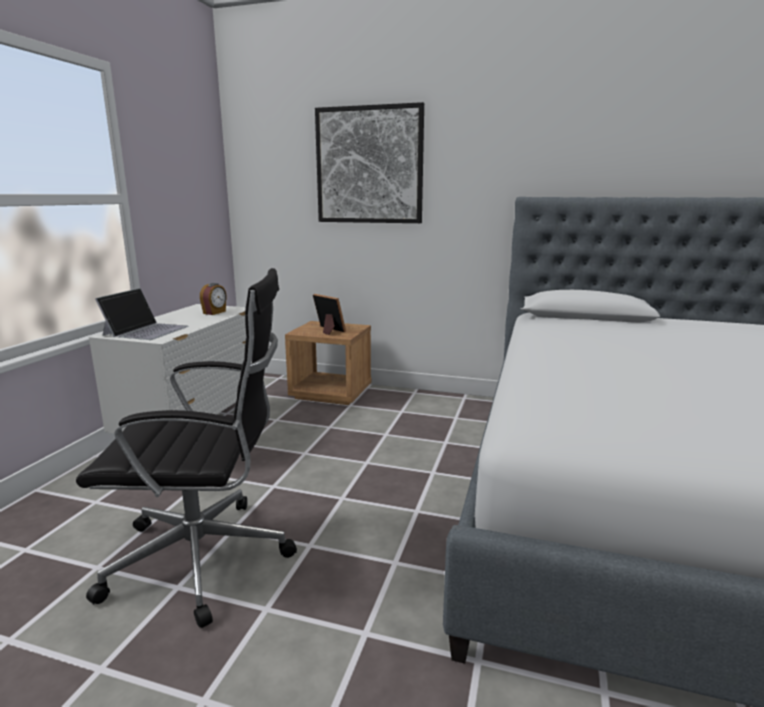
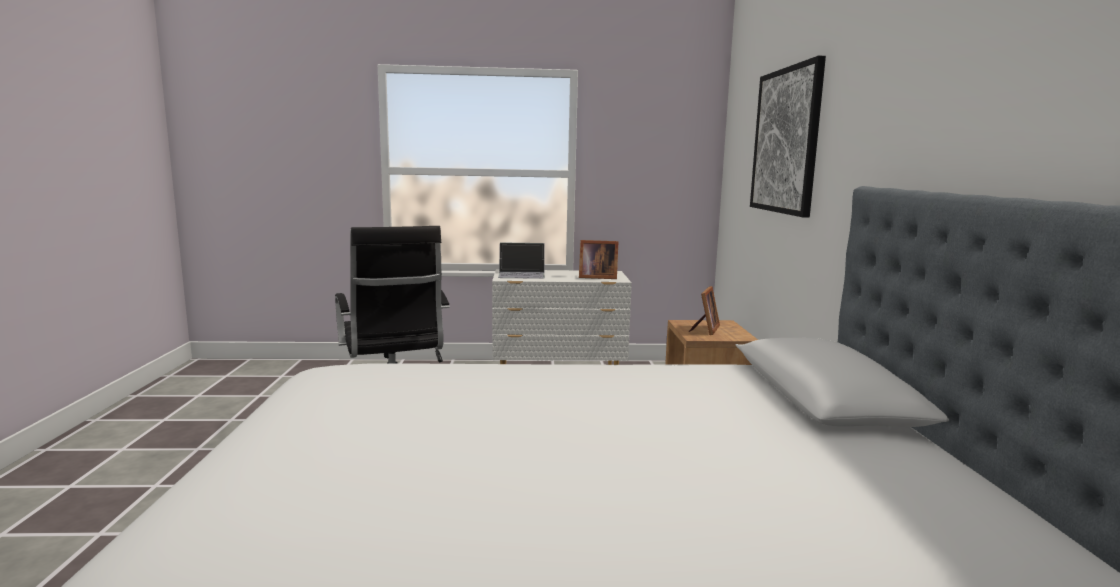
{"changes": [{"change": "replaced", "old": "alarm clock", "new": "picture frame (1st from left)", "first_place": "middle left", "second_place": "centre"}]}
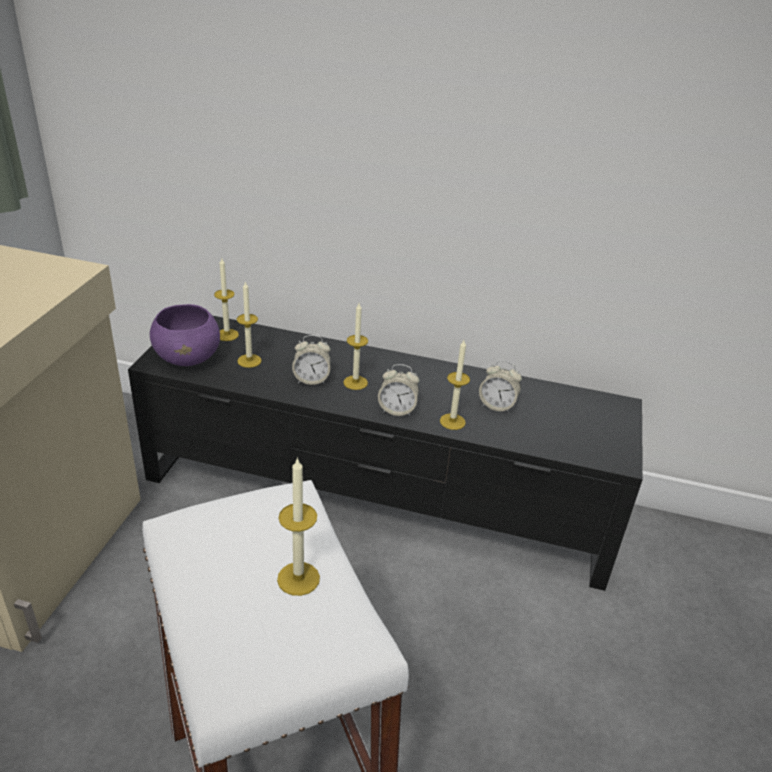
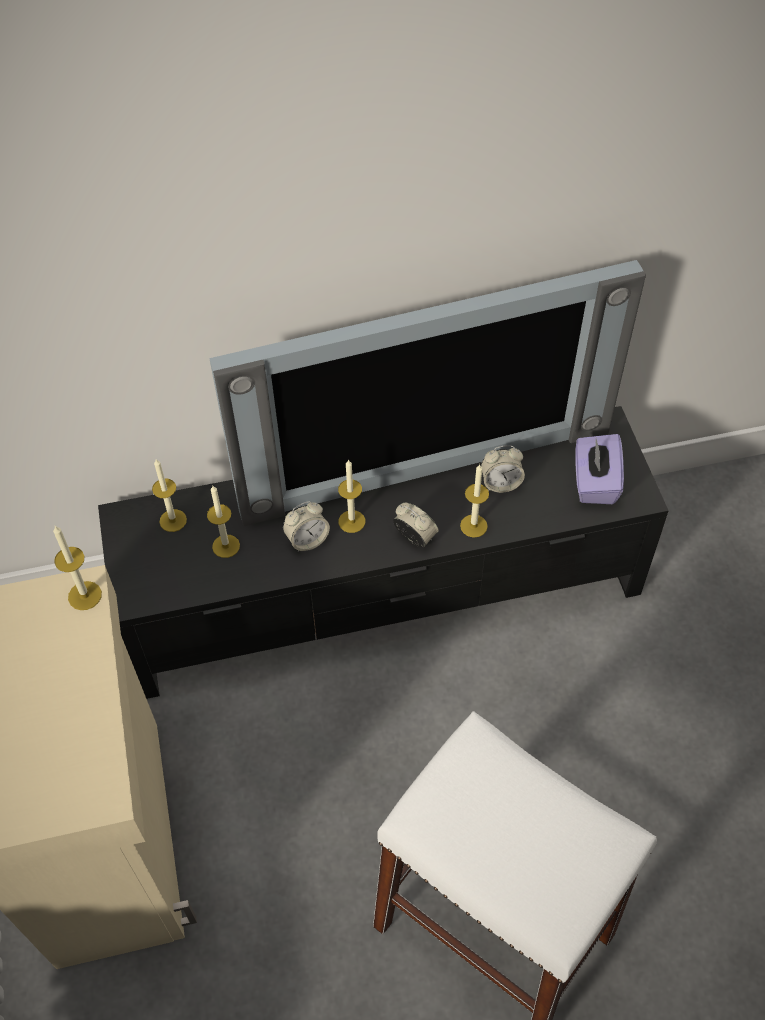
{"changes": [{"change": "removed", "old": "bowl (purple)", "first_place": "middle left"}, {"change": "added", "new": "television", "second_place": "centre"}, {"change": "added", "new": "tissue box (purple)", "second_place": "middle right"}, {"change": "moved", "old": "candle (3rd from left in the first image)", "new": "candle (1st from left)", "first_place": "bottom centre", "second_place": "middle left"}, {"change": "turned", "old": "alarm clock (2nd from left)", "first_place": "centre", "second_place": "centre", "degrees": -120}]}
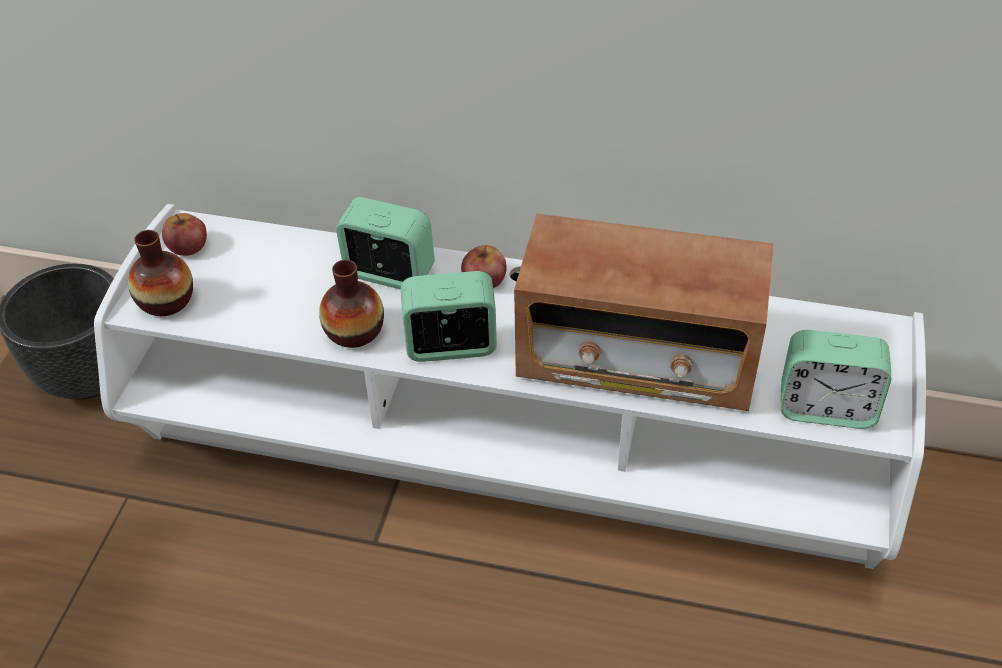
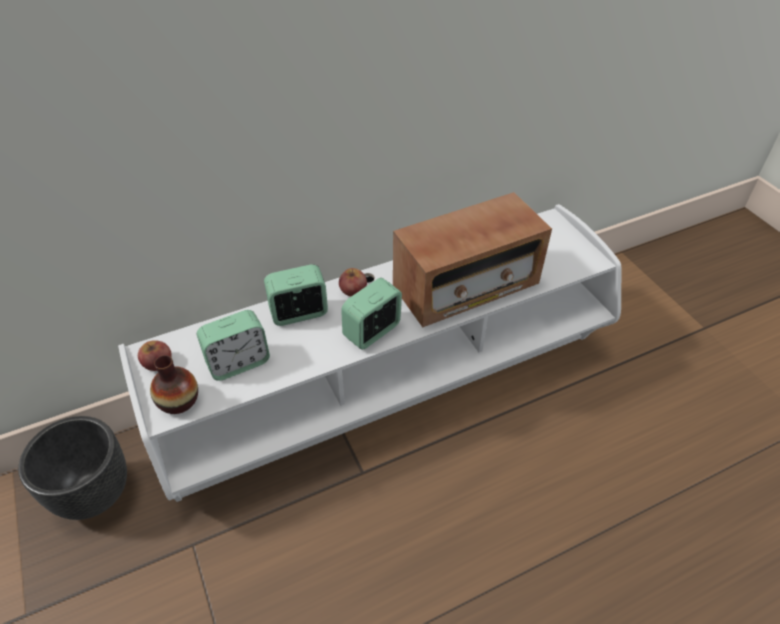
{"changes": [{"change": "removed", "old": "vase (2nd from left)", "first_place": "centre"}, {"change": "moved", "old": "alarm clock (3rd from left in the first image)", "new": "alarm clock (1st from left)", "first_place": "middle right", "second_place": "middle left"}]}
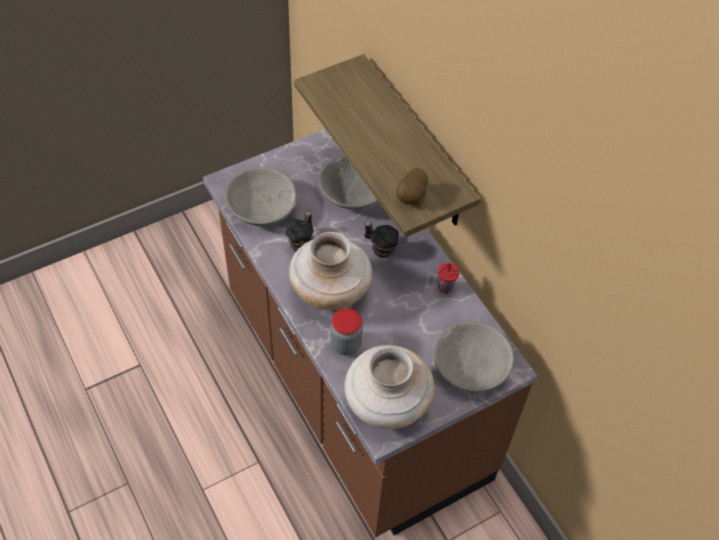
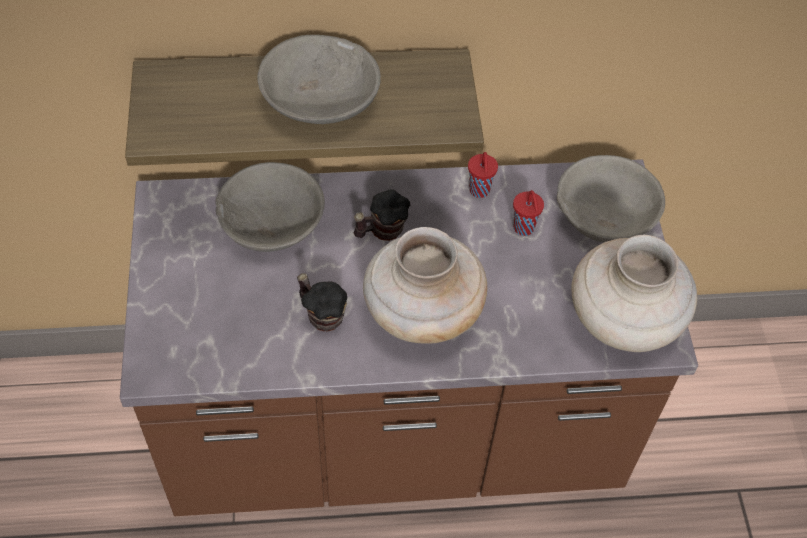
{"changes": [{"change": "removed", "old": "jar", "first_place": "centre"}, {"change": "removed", "old": "potato", "first_place": "centre"}, {"change": "added", "new": "cup (red) (2nd from left)", "second_place": "centre"}, {"change": "moved", "old": "bowl (grey) (1st from left in the first image)", "new": "bowl (grey) (2nd from left)", "first_place": "centre", "second_place": "top centre"}]}
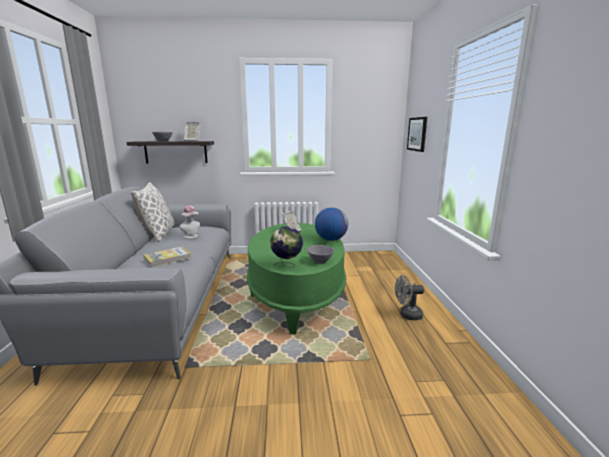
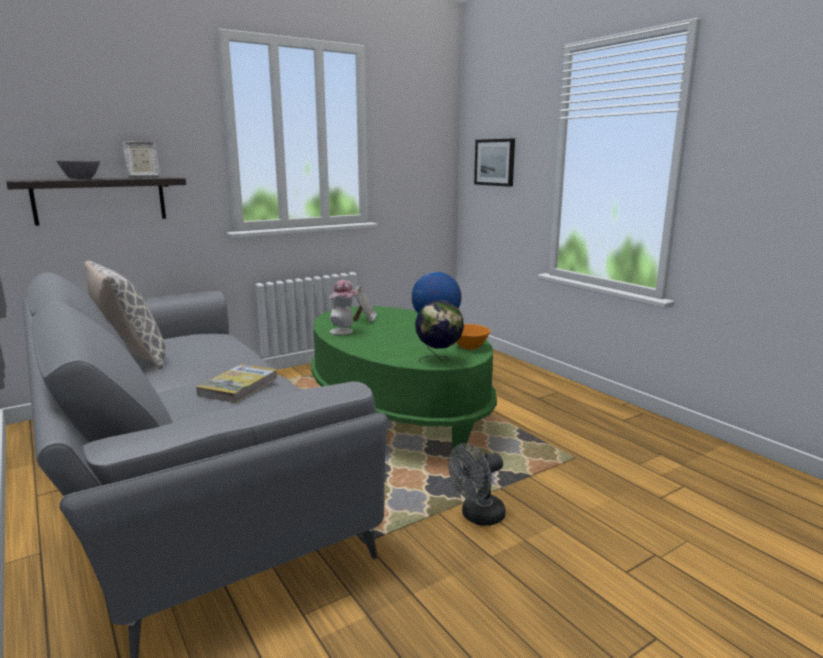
{"changes": [{"change": "moved", "old": "hat", "first_place": "middle left", "second_place": "centre"}, {"change": "moved", "old": "fan (grey)", "first_place": "middle right", "second_place": "bottom centre"}, {"change": "recoloured", "old": "bowl (grey) (2nd from left)", "new": "bowl (orange)", "first_place": "centre", "second_place": "centre"}]}
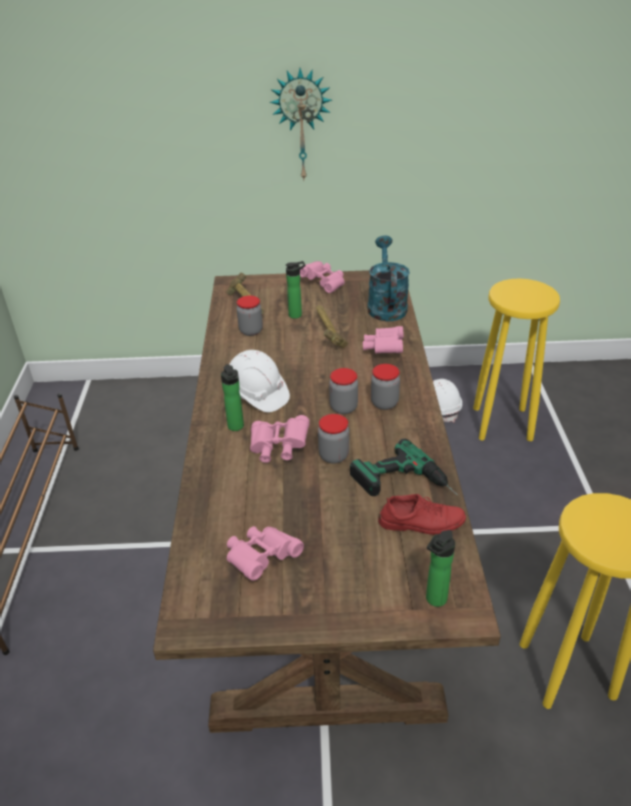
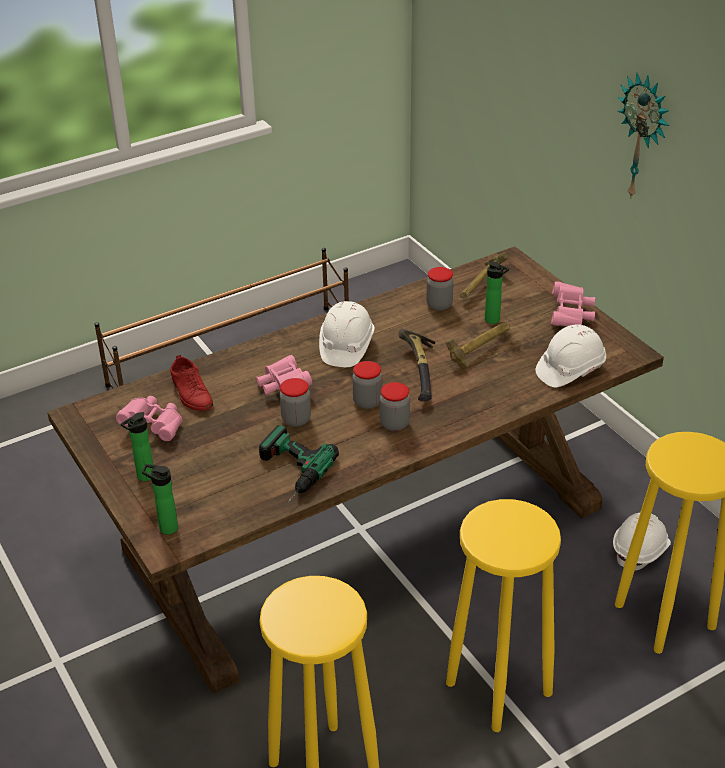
{"changes": [{"change": "removed", "old": "binoculars (pink) (4th from left)", "first_place": "centre"}, {"change": "added", "new": "hammer (1st from left)", "second_place": "centre"}, {"change": "added", "new": "stool (yellow) (2nd from left)", "second_place": "bottom right"}, {"change": "moved", "old": "bottle (1st from left)", "first_place": "centre", "second_place": "middle left"}, {"change": "moved", "old": "shoe (red)", "first_place": "middle right", "second_place": "middle left"}, {"change": "replaced", "old": "watering can (turquoise)", "new": "hard hat (white) (2nd from left)", "first_place": "centre", "second_place": "middle right"}]}
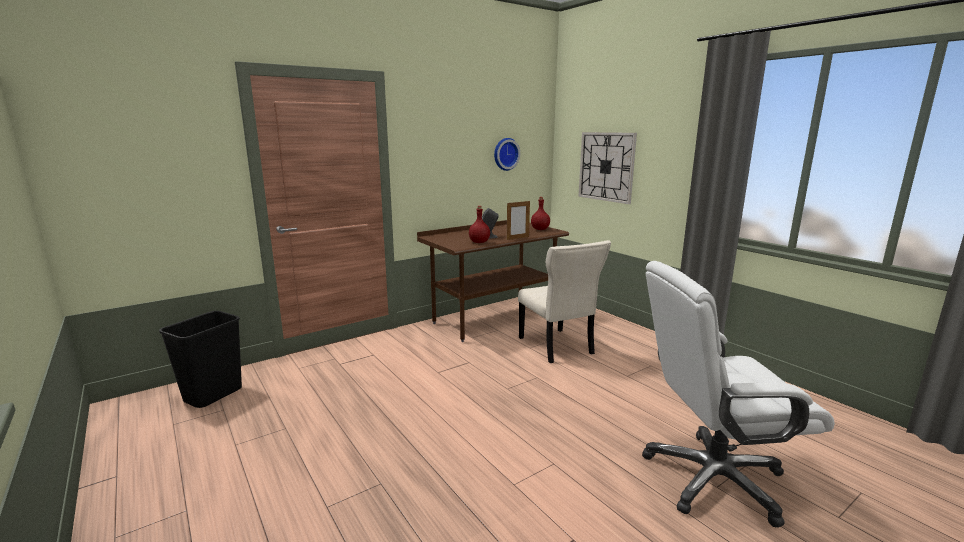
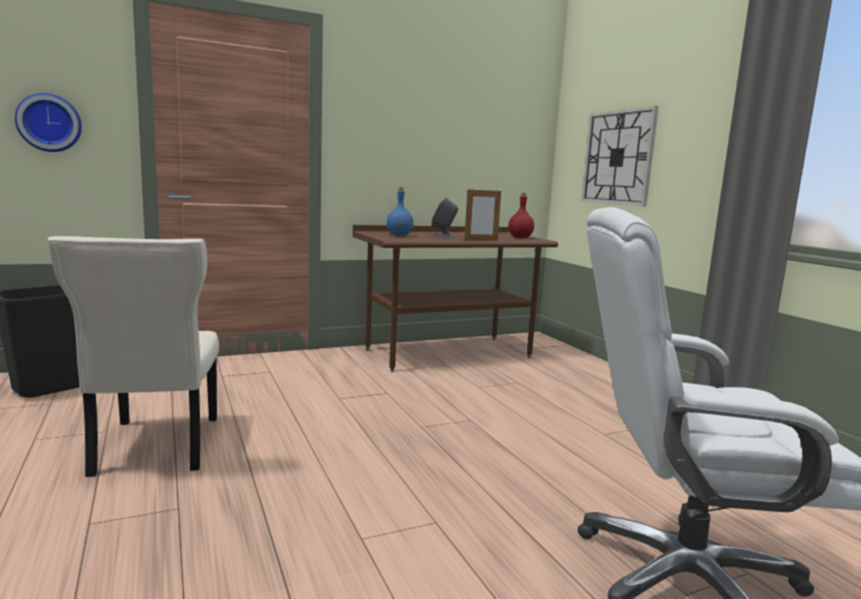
{"changes": [{"change": "removed", "old": "bottle (red) (1st from left)", "first_place": "centre"}, {"change": "added", "new": "bottle (blue)", "second_place": "centre"}, {"change": "moved", "old": "wall clock (1st from left)", "first_place": "top centre", "second_place": "top left"}, {"change": "moved", "old": "chair (beige)", "first_place": "centre", "second_place": "middle left"}]}
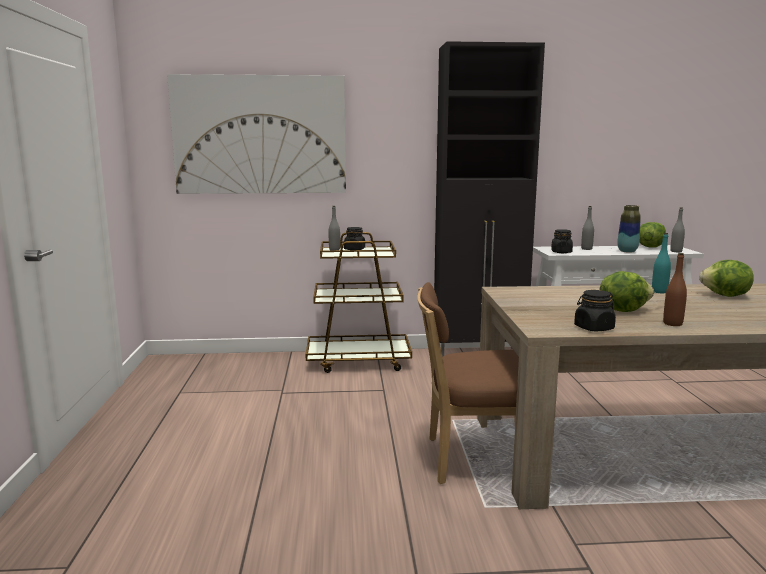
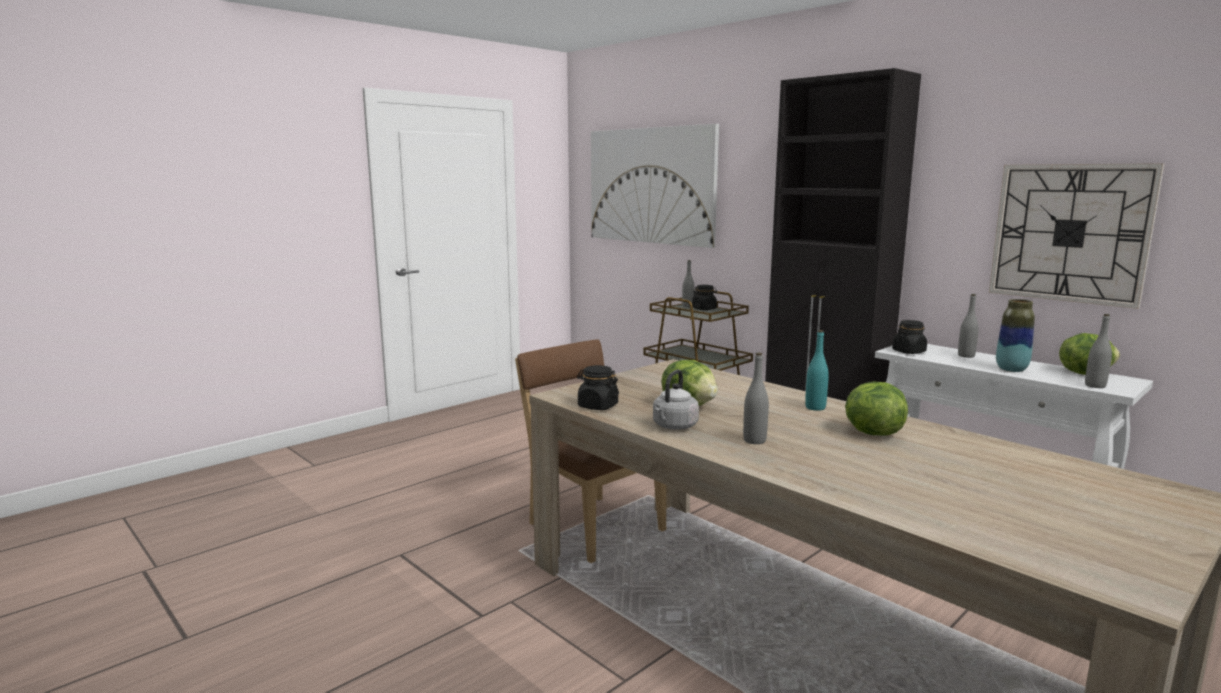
{"changes": [{"change": "added", "new": "bottle (grey) (2nd from left)", "second_place": "centre"}, {"change": "added", "new": "wall clock", "second_place": "middle right"}, {"change": "replaced", "old": "bottle (brown)", "new": "kettle (grey)", "first_place": "middle right", "second_place": "centre"}]}
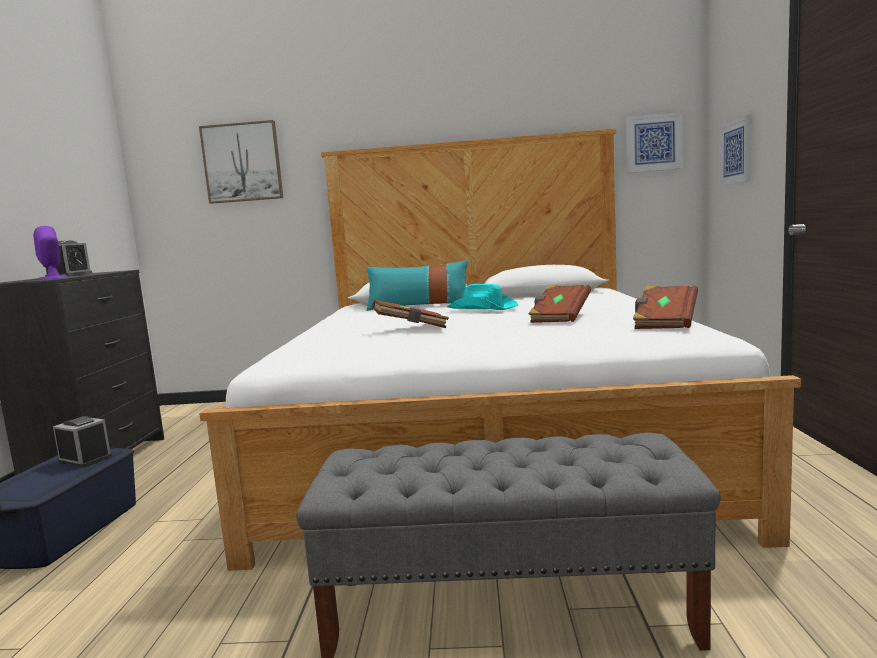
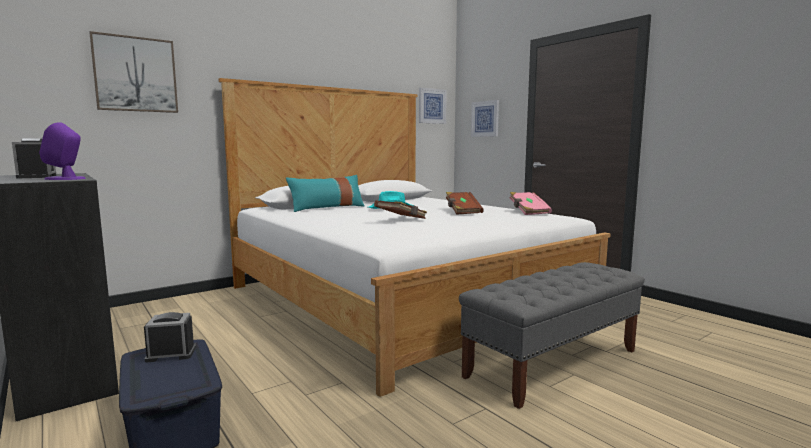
{"changes": [{"change": "recoloured", "old": "book (brown) (3rd from left)", "new": "book (pink)", "first_place": "middle right", "second_place": "centre"}]}
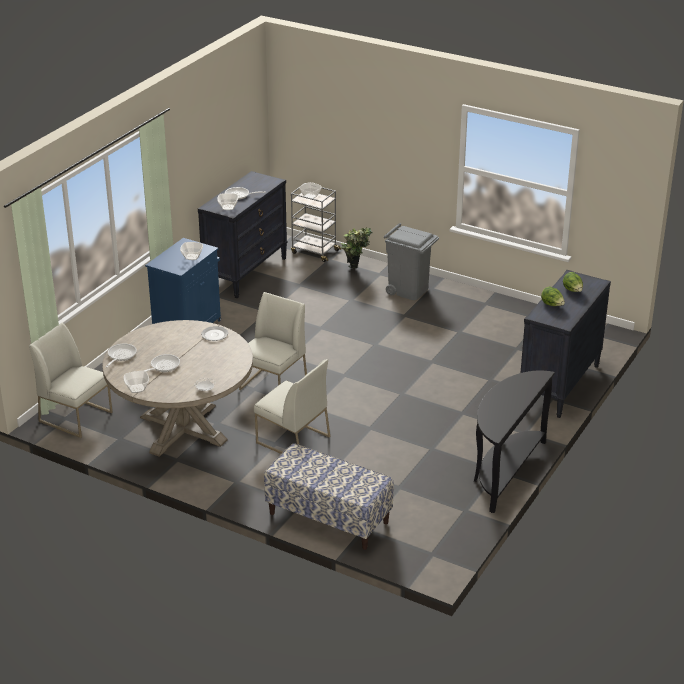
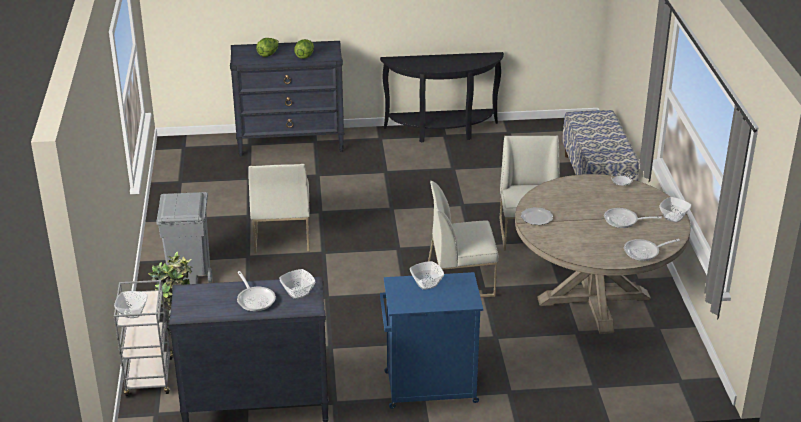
{"changes": [{"change": "moved", "old": "chair (white) (1st from left)", "first_place": "middle left", "second_place": "centre"}]}
